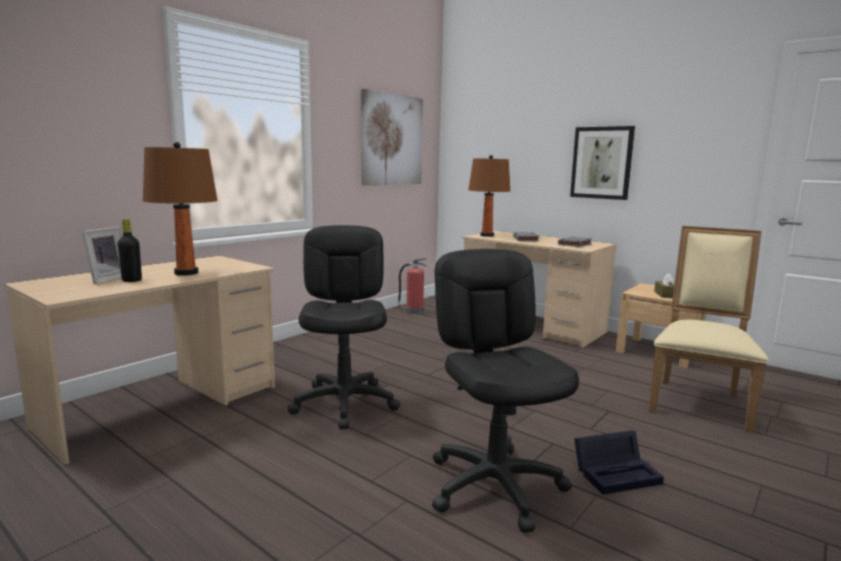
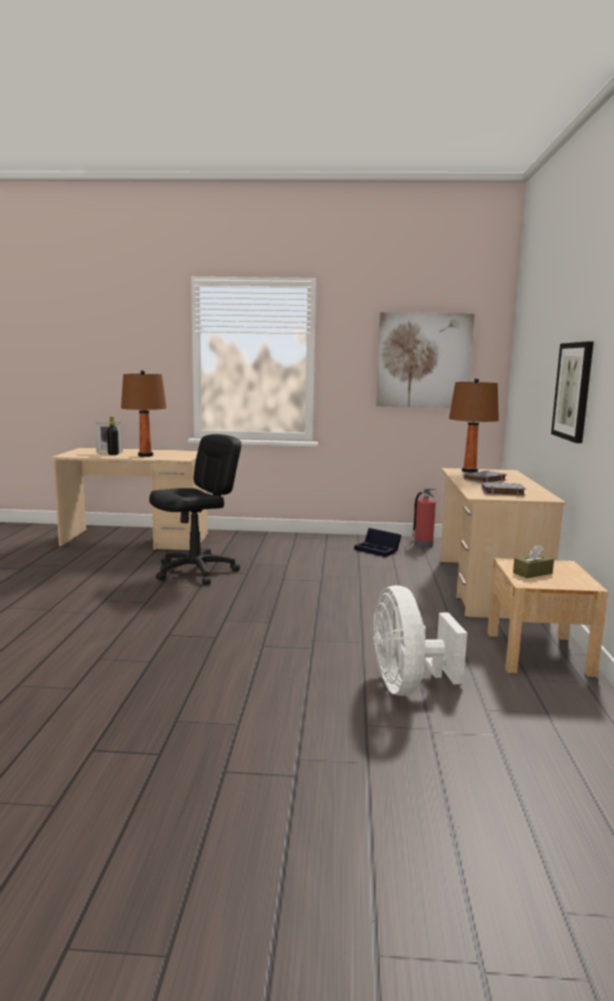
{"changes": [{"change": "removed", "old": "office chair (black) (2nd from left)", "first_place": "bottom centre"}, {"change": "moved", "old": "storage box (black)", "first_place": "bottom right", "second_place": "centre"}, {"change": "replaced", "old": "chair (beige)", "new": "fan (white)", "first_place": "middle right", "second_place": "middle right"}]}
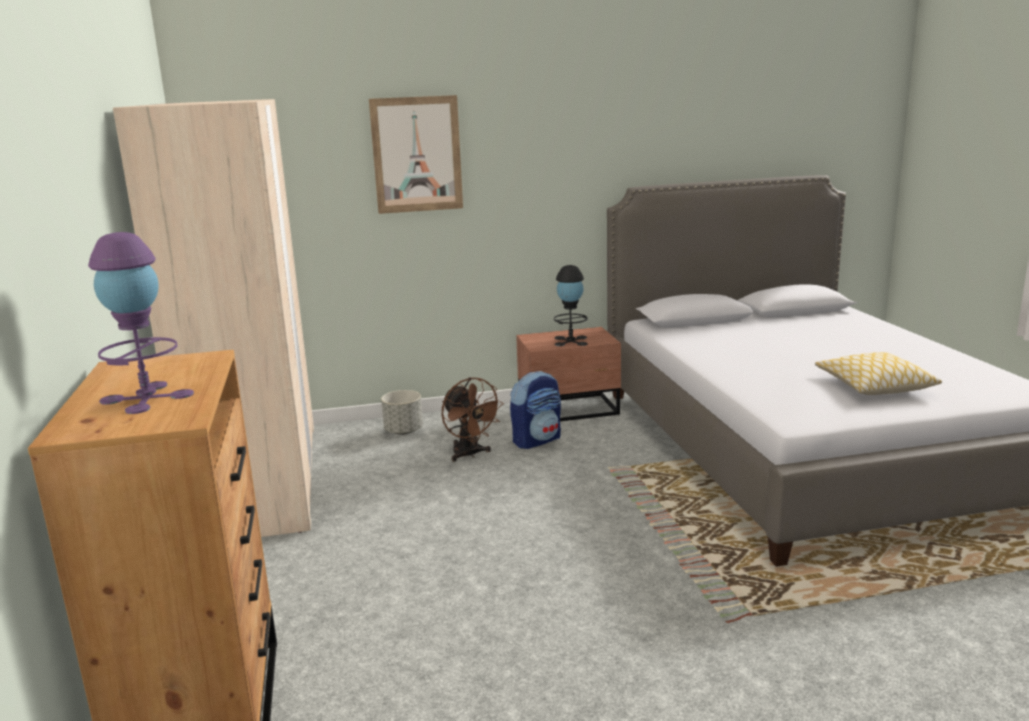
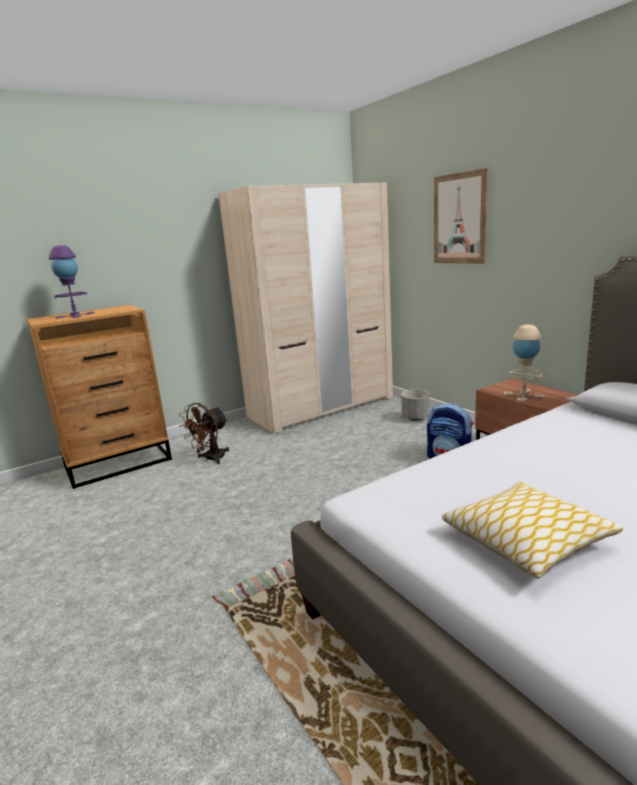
{"changes": [{"change": "moved", "old": "fan (brown)", "first_place": "centre", "second_place": "middle left"}, {"change": "recoloured", "old": "table lamp (black)", "new": "table lamp (beige)", "first_place": "centre", "second_place": "middle right"}]}
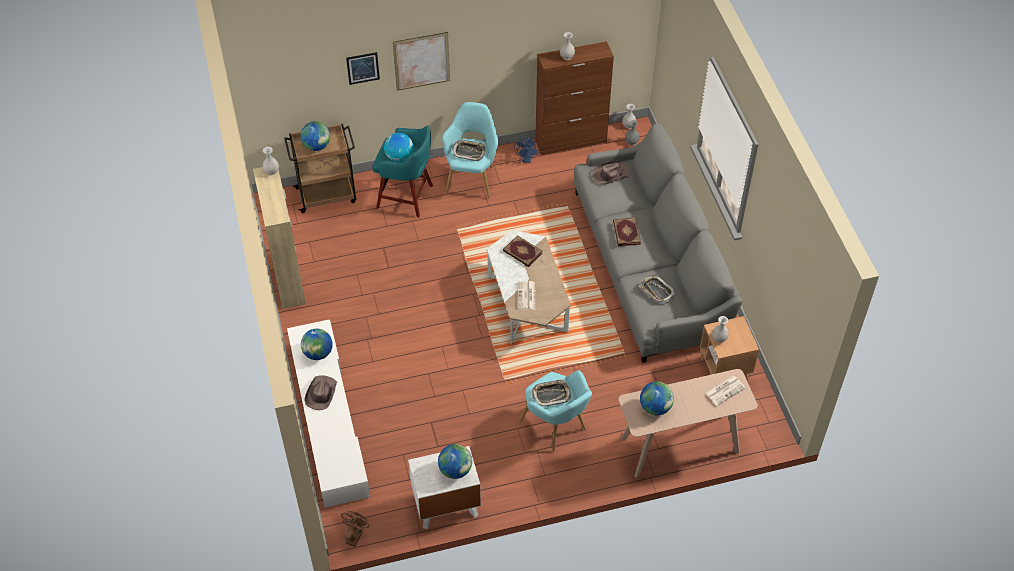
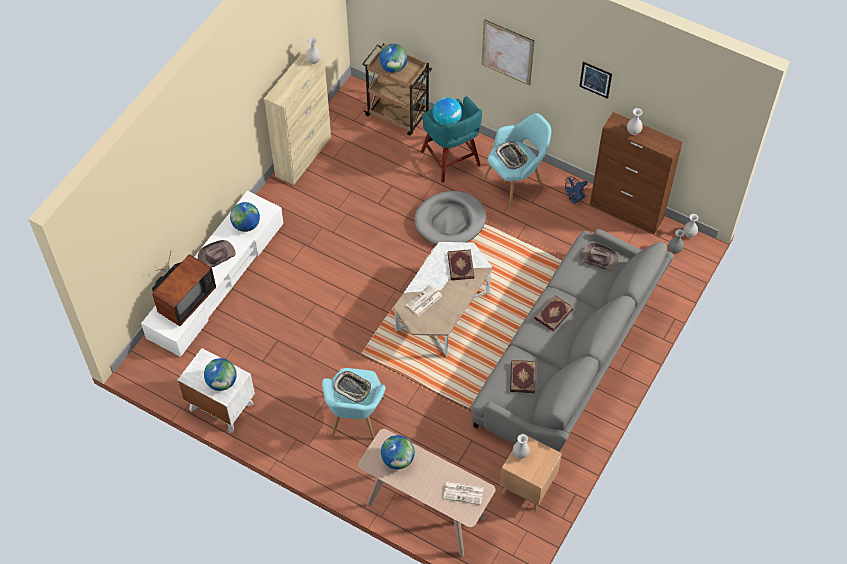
{"changes": [{"change": "removed", "old": "fan (brown)", "first_place": "bottom centre"}, {"change": "added", "new": "television", "second_place": "middle left"}, {"change": "added", "new": "dog bed (grey)", "second_place": "centre"}, {"change": "moved", "old": "picture (1st from left in the first image)", "new": "picture (2nd from left)", "first_place": "top centre", "second_place": "top right"}, {"change": "replaced", "old": "tray (3rd from left)", "new": "book (2nd from left)", "first_place": "centre", "second_place": "bottom centre"}]}
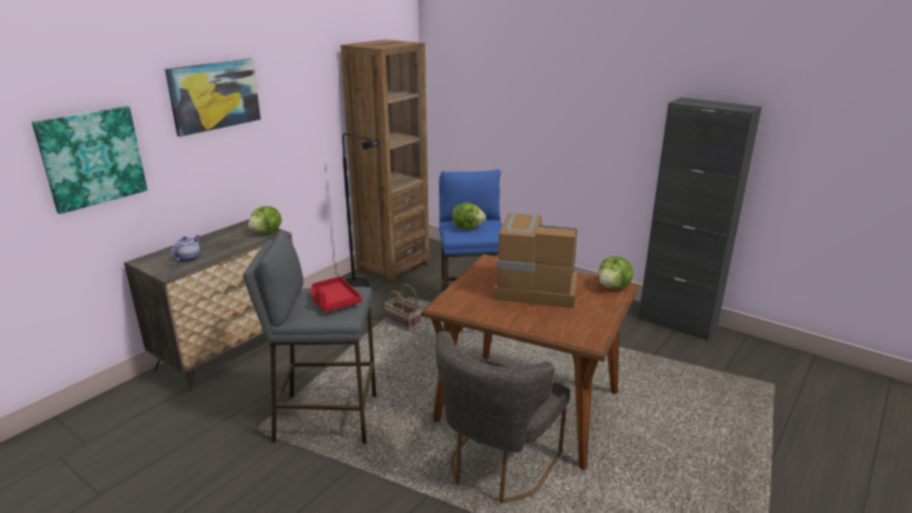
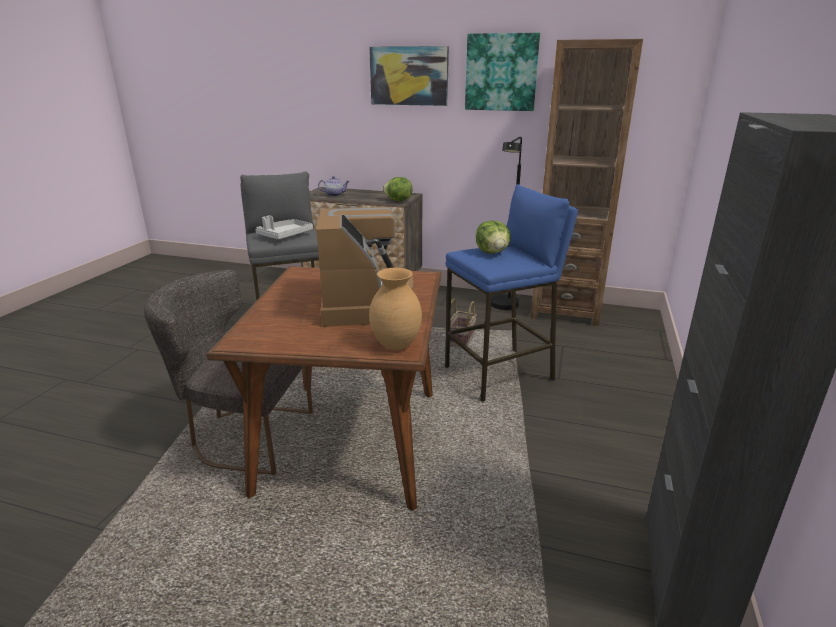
{"changes": [{"change": "moved", "old": "picture (1st from left in the first image)", "new": "picture (2nd from left)", "first_place": "top left", "second_place": "top centre"}, {"change": "replaced", "old": "lettuce (3rd from left)", "new": "vase (brown)", "first_place": "middle right", "second_place": "centre"}, {"change": "recoloured", "old": "tray (red)", "new": "tray (grey)", "first_place": "centre", "second_place": "centre"}]}
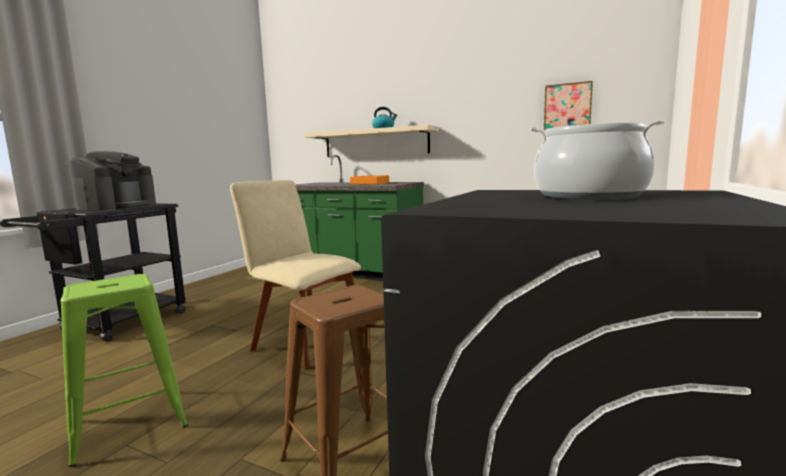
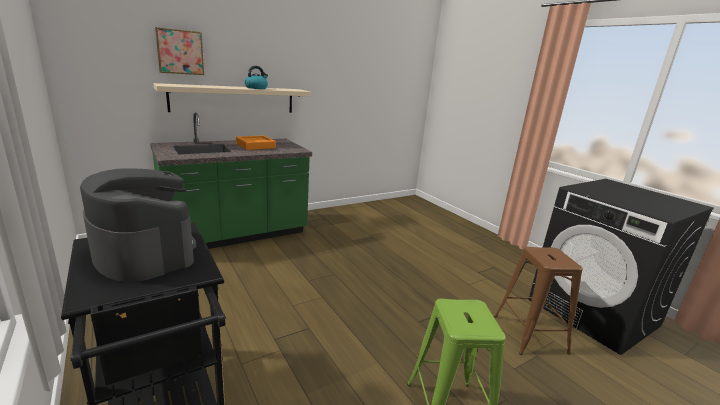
{"changes": [{"change": "removed", "old": "chair (beige)", "first_place": "centre"}, {"change": "removed", "old": "cooking pot", "first_place": "middle right"}, {"change": "moved", "old": "picture", "first_place": "top right", "second_place": "top left"}]}
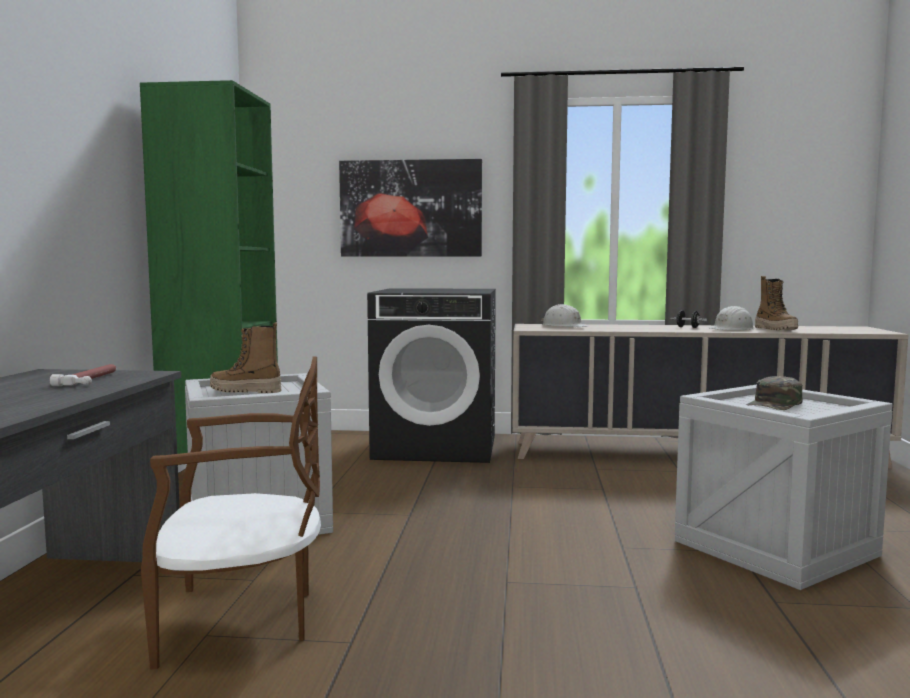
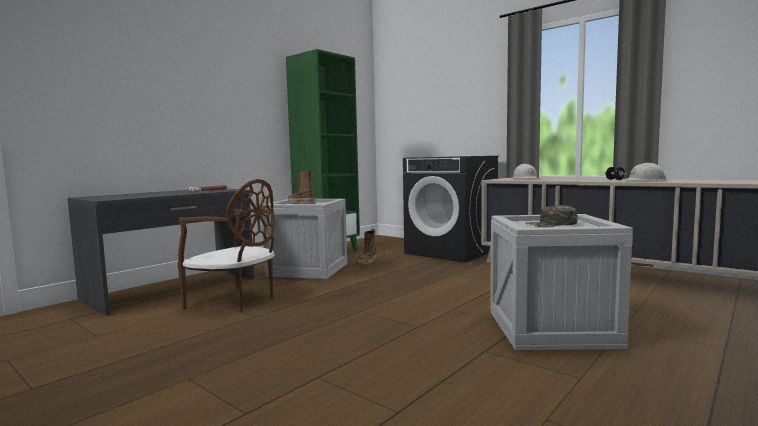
{"changes": [{"change": "removed", "old": "picture", "first_place": "top centre"}, {"change": "moved", "old": "boot (2nd from left)", "first_place": "middle right", "second_place": "centre"}]}
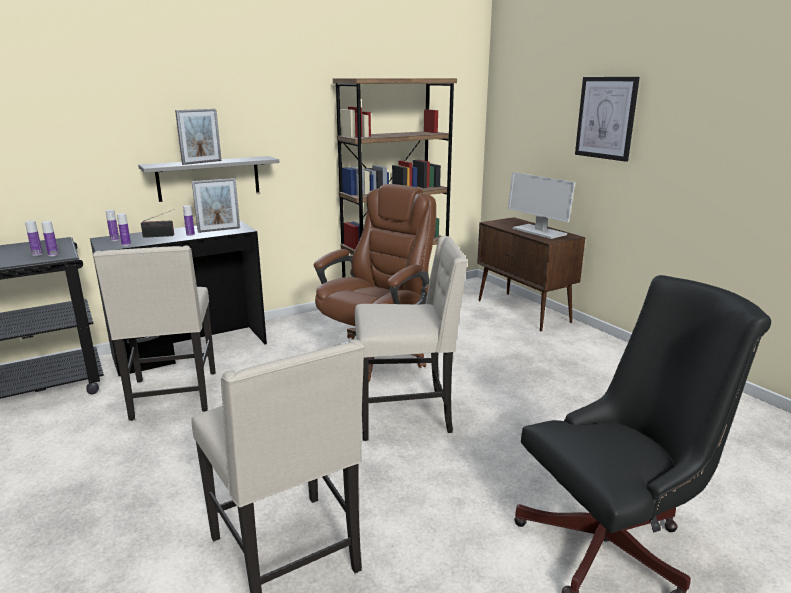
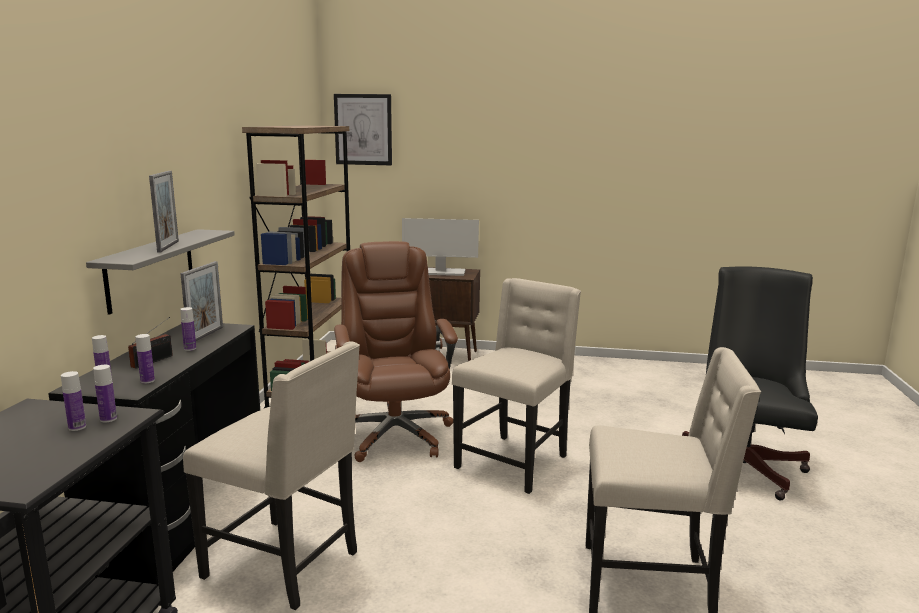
{"changes": [{"change": "moved", "old": "picture", "first_place": "top right", "second_place": "top centre"}]}
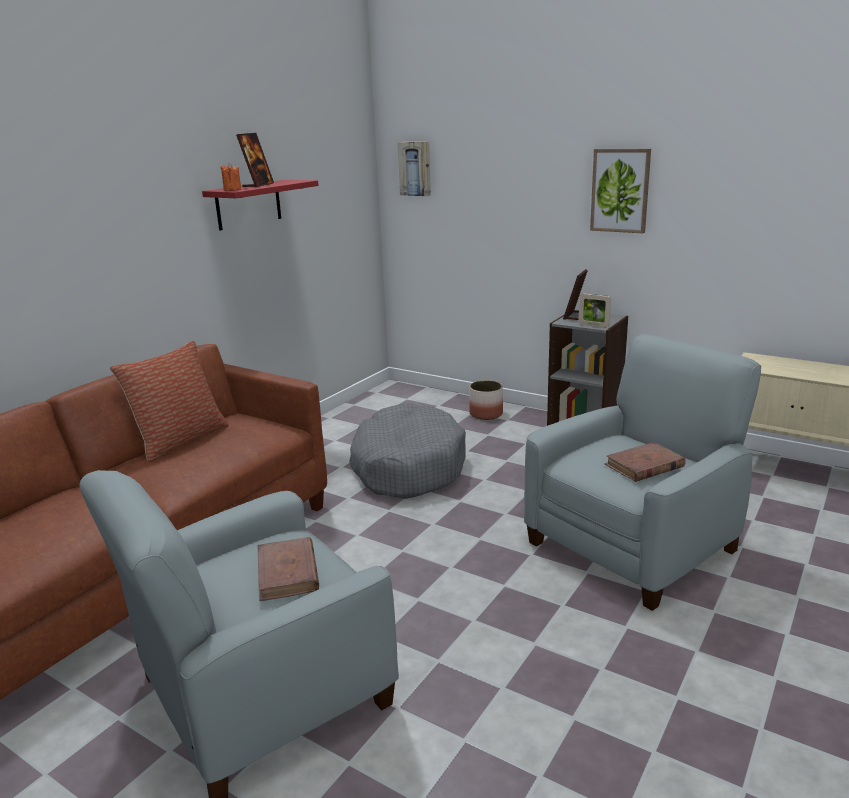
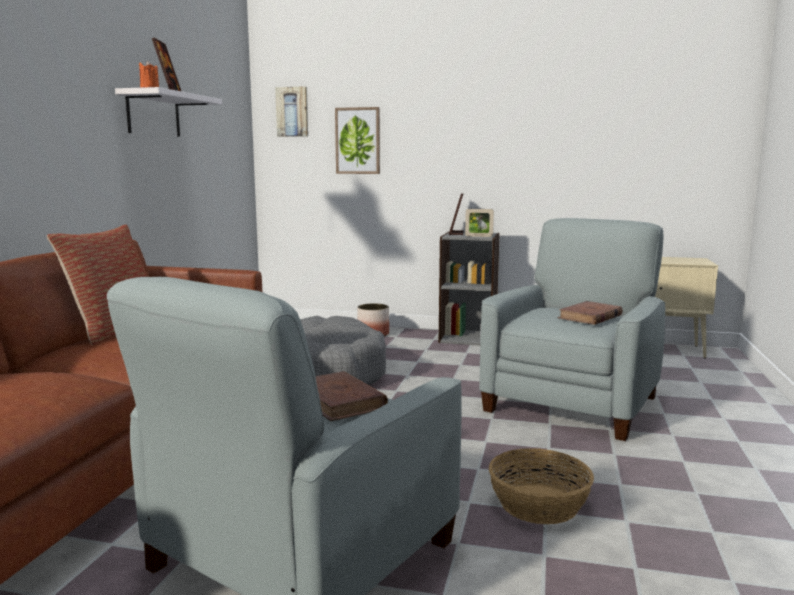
{"changes": [{"change": "added", "new": "basket", "second_place": "bottom right"}, {"change": "moved", "old": "picture (2nd from left)", "first_place": "top right", "second_place": "top centre"}, {"change": "recoloured", "old": "shelf (red)", "new": "shelf (white)", "first_place": "top left", "second_place": "top left"}]}
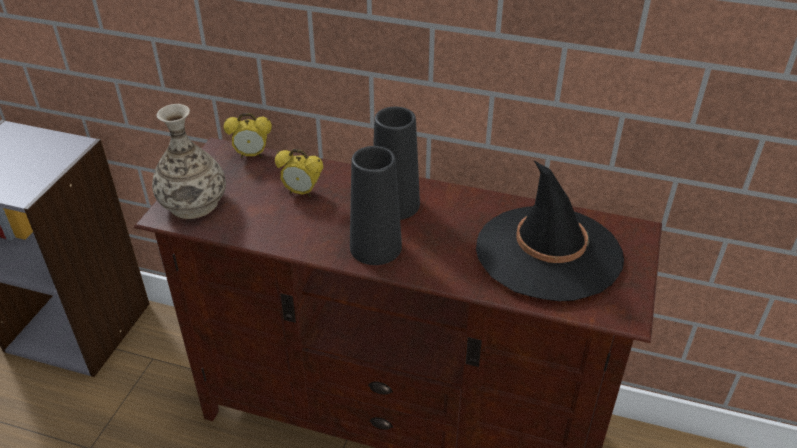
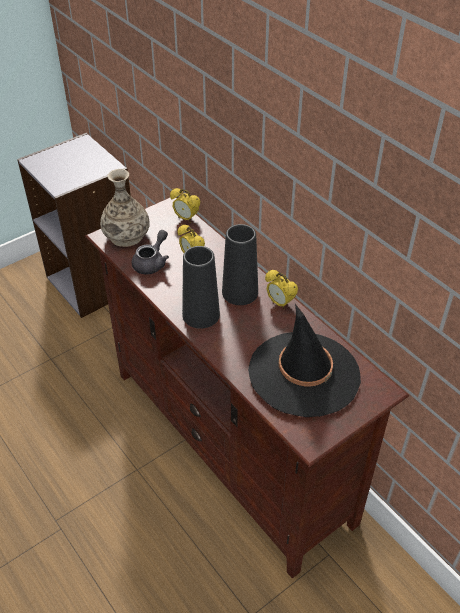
{"changes": [{"change": "added", "new": "teapot (grey)", "second_place": "middle left"}, {"change": "added", "new": "alarm clock (3rd from left)", "second_place": "centre"}]}
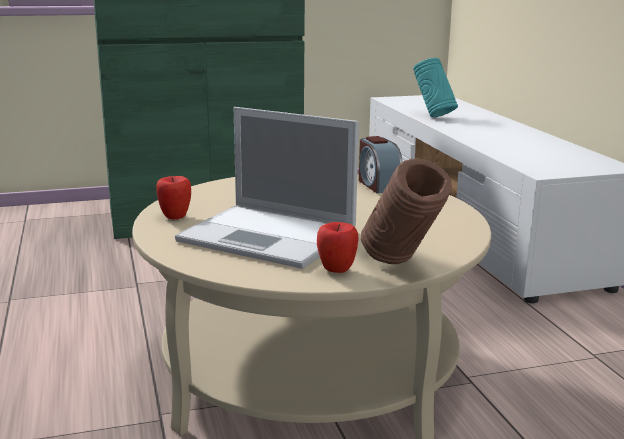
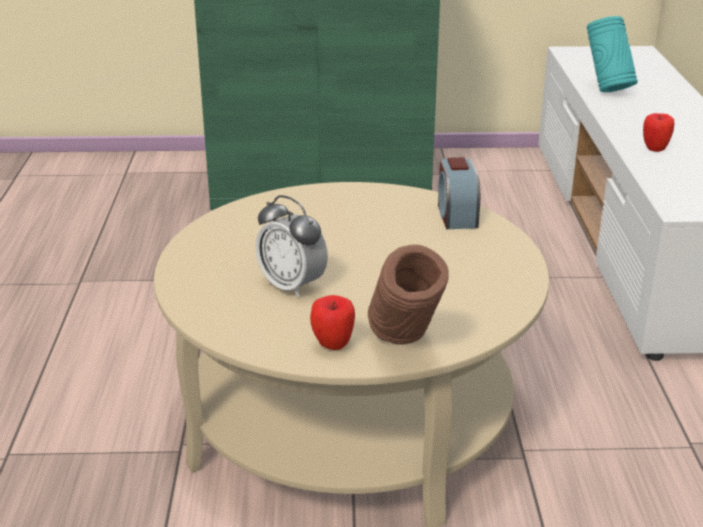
{"changes": [{"change": "moved", "old": "apple (1st from left in the first image)", "new": "apple (2nd from left)", "first_place": "middle left", "second_place": "top right"}, {"change": "replaced", "old": "laptop", "new": "alarm clock (1st from left)", "first_place": "centre", "second_place": "centre"}]}
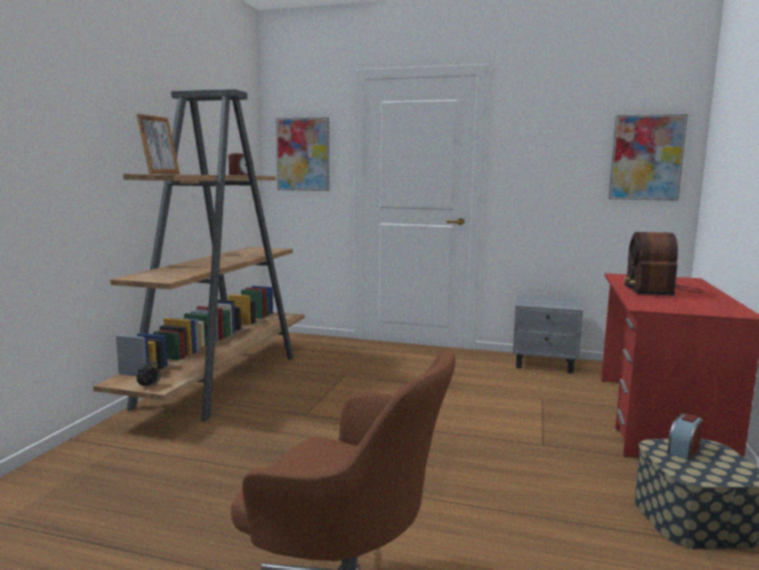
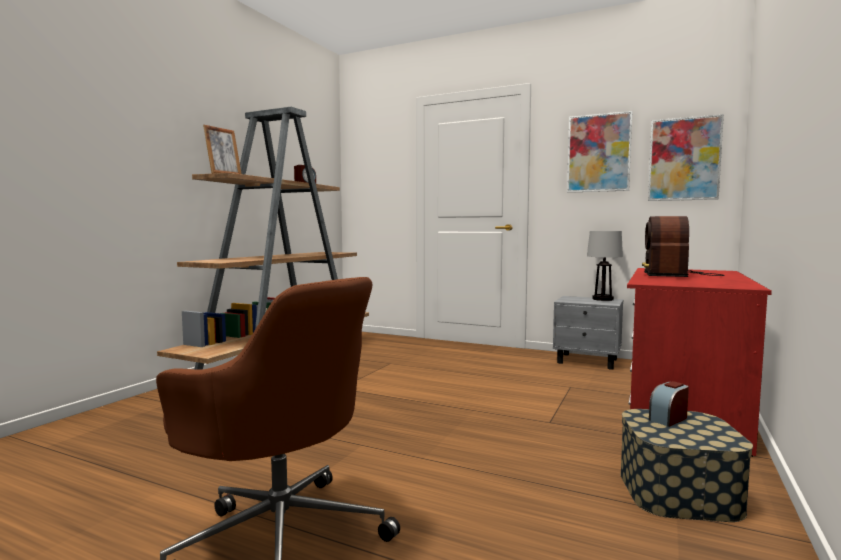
{"changes": [{"change": "removed", "old": "alarm clock (1st from left)", "first_place": "middle left"}, {"change": "added", "new": "table lamp", "second_place": "middle right"}, {"change": "moved", "old": "picture (1st from left)", "first_place": "top centre", "second_place": "top right"}]}
